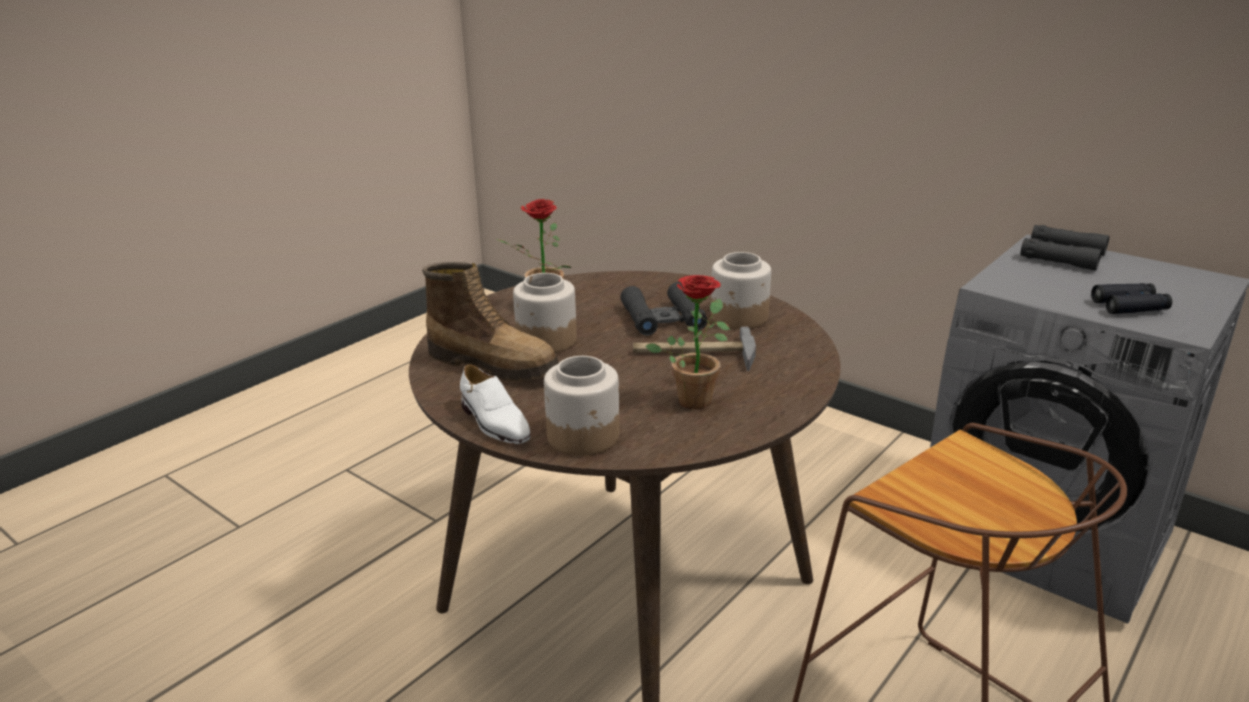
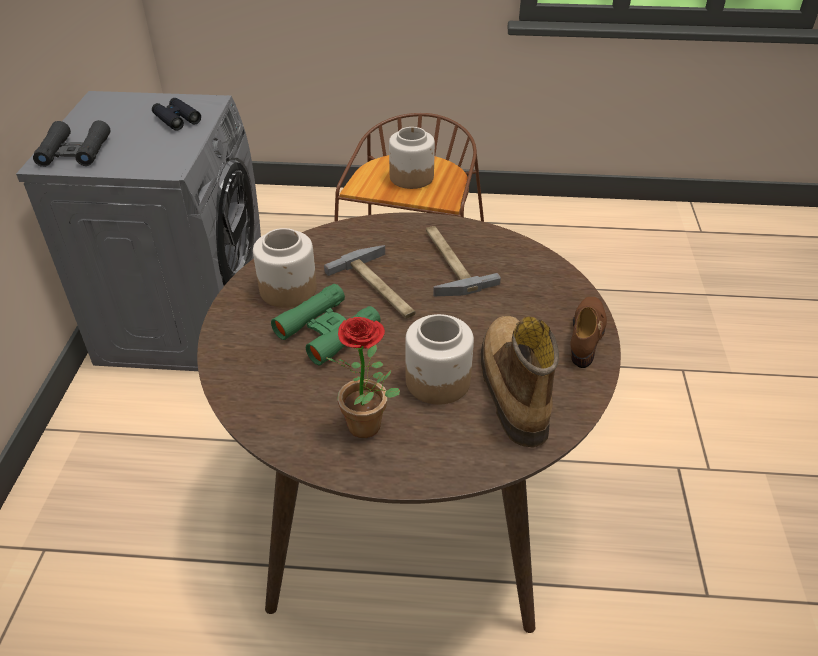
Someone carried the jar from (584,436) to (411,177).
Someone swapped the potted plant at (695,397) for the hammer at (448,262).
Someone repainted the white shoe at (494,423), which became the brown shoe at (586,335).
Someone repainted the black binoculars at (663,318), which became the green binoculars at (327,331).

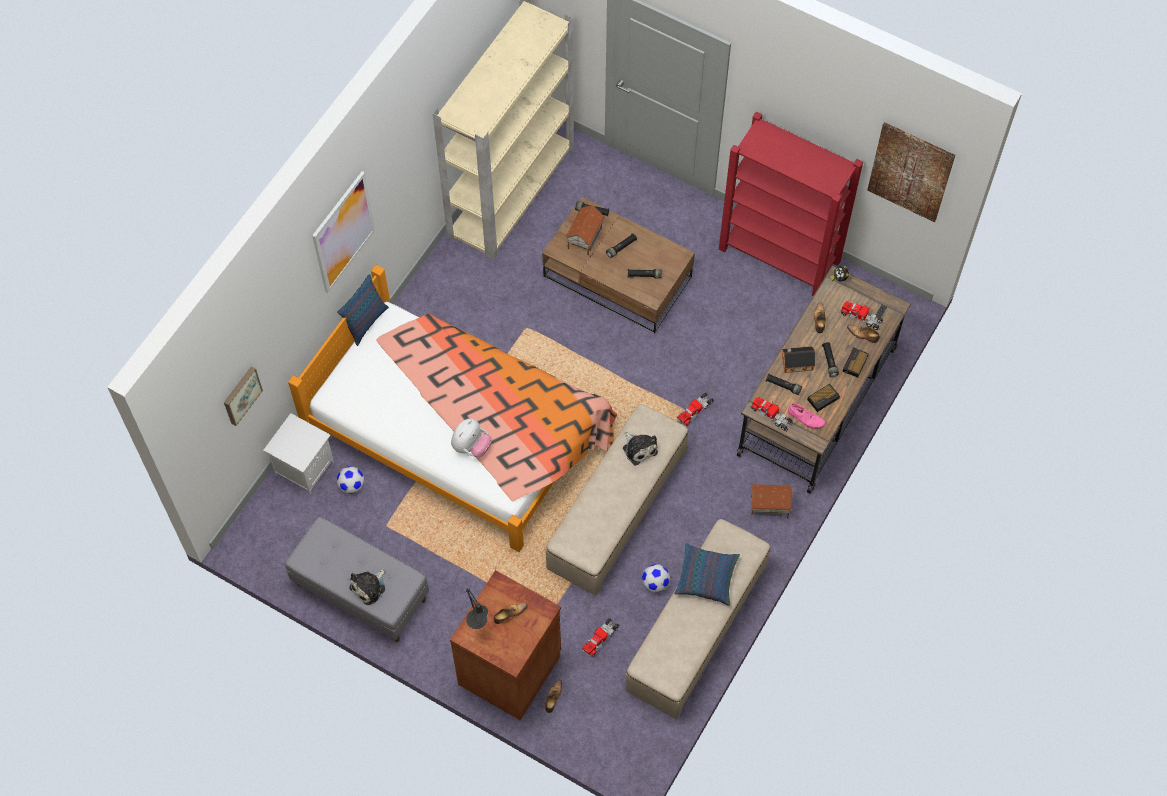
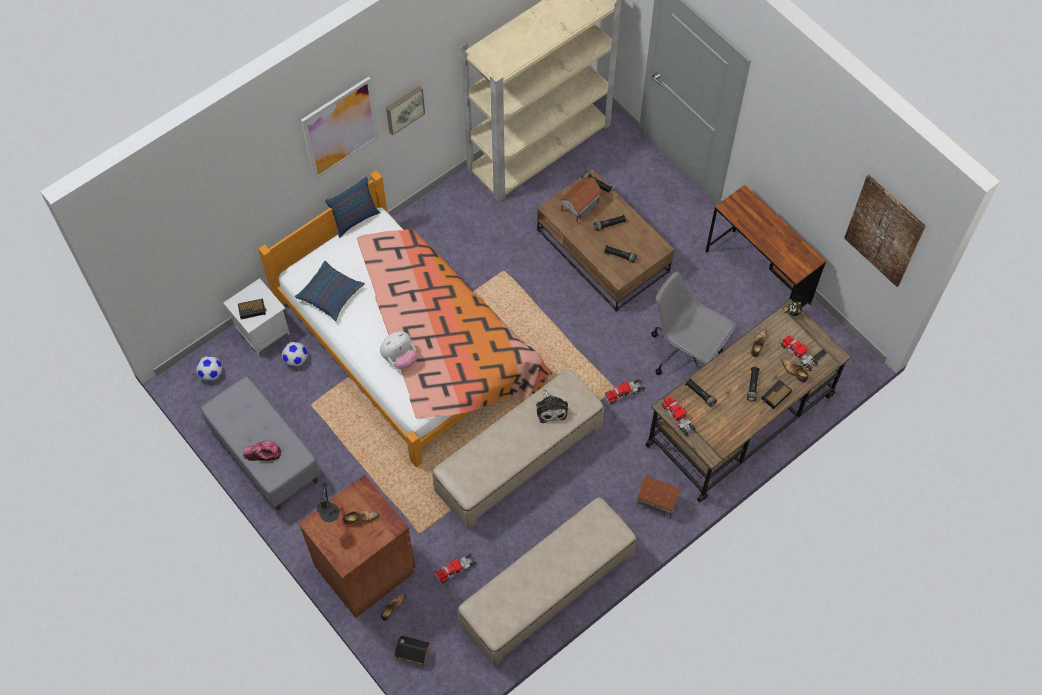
Someone took away the pink shoe at (806,418).
Someone put down the grey office chair at (686,353).
Someone carried the picture from (241,395) to (404,109).
Someone carried the football from (655,583) to (211,374).
Someone carried the blue pillow from (706,577) to (330,294).
Someone carried the toy house from (795,363) to (412,652).
Someone carried the alarm clock from (823,398) to (252,310).
Someone swapped the plush toy at (369,587) for the cap at (262,453).
Someone swapped the red bookcase at (779,255) for the brown desk at (758,277).

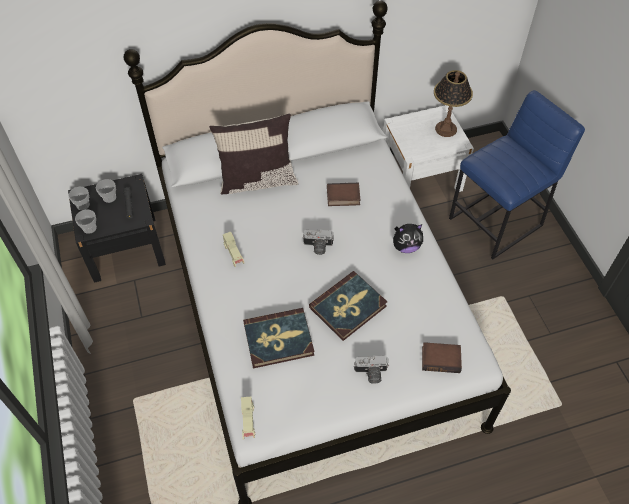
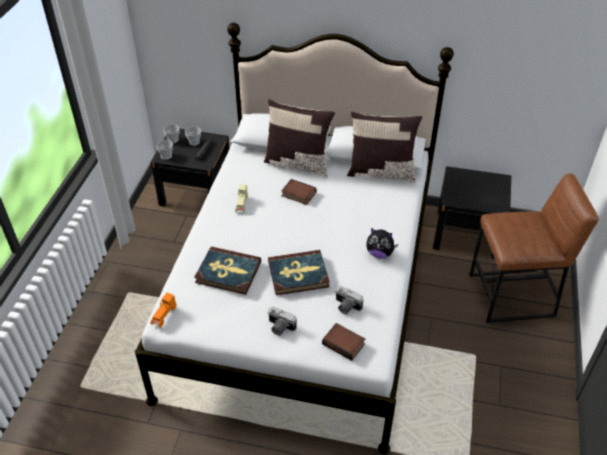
Someone took away the table lamp at (445,129).
Someone put down the pillow at (381,173).
Someone carried the photo camera from (317,247) to (346,306).
Someone carried the book from (342,197) to (298,194).
Someone repainted the beige toy car at (248,422), which became the orange toy car at (164,316).
Someone repainted the white nightstand at (420,176), which became the black nightstand at (466,233).
Someone repainted the blue chair at (496,221), which became the brown chair at (513,295).

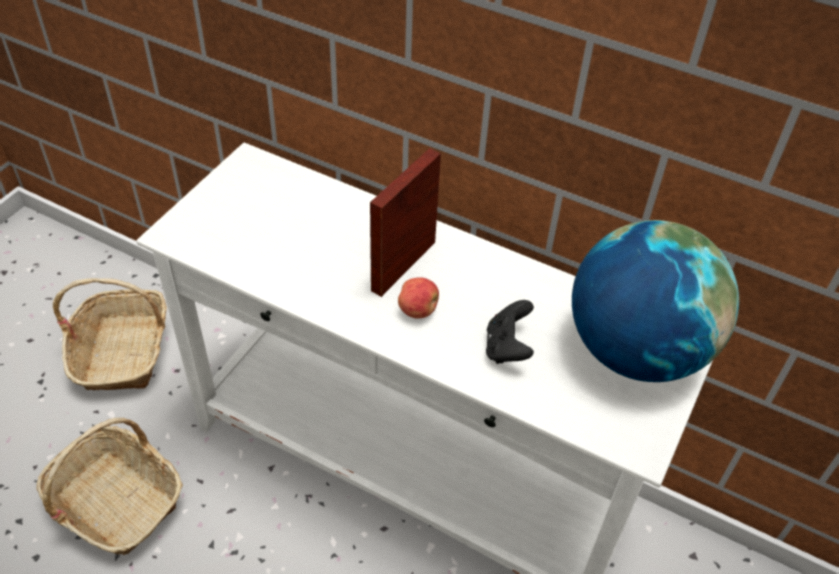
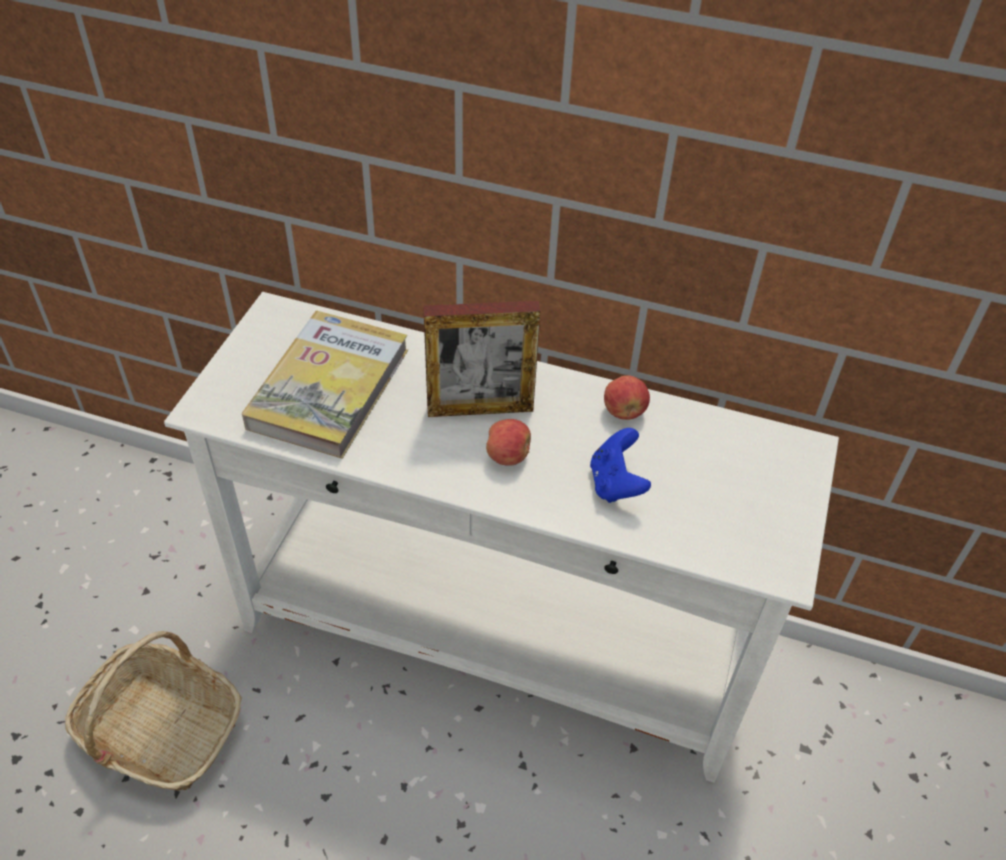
Someone took away the basket at (123,351).
Someone took away the globe at (635,350).
Someone put down the book at (329,388).
Someone put down the apple at (624,411).
Someone repainted the black game controller at (507,347), which became the blue game controller at (615,483).
Someone rotated the picture frame at (403,266) by 120 degrees counterclockwise.

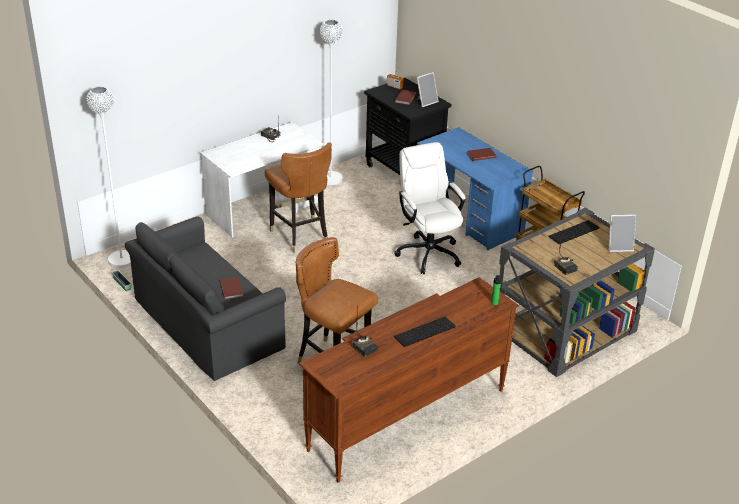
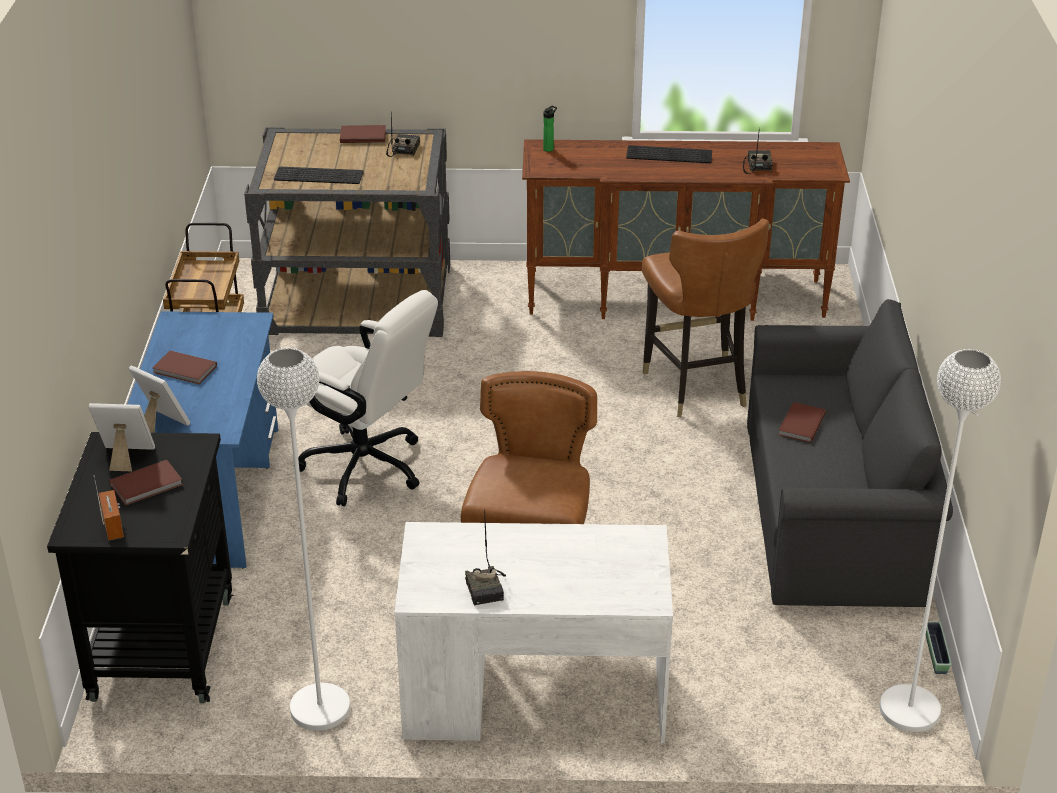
Someone put down the brown book at (362,136).
Someone carried the picture frame from (619,246) to (160,424).
Someone rotated the white office chair at (427,253) by 75 degrees counterclockwise.

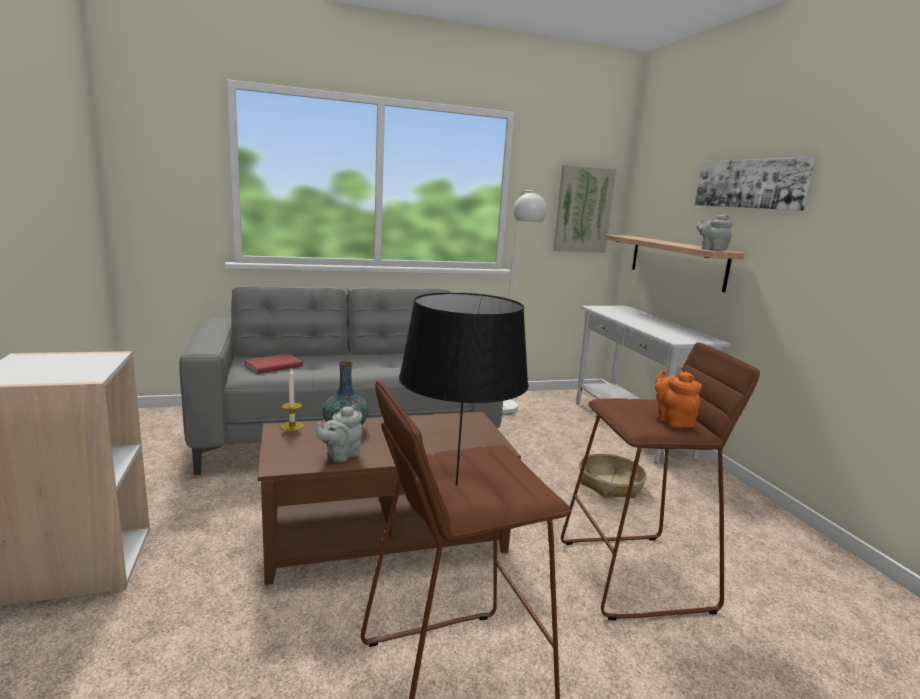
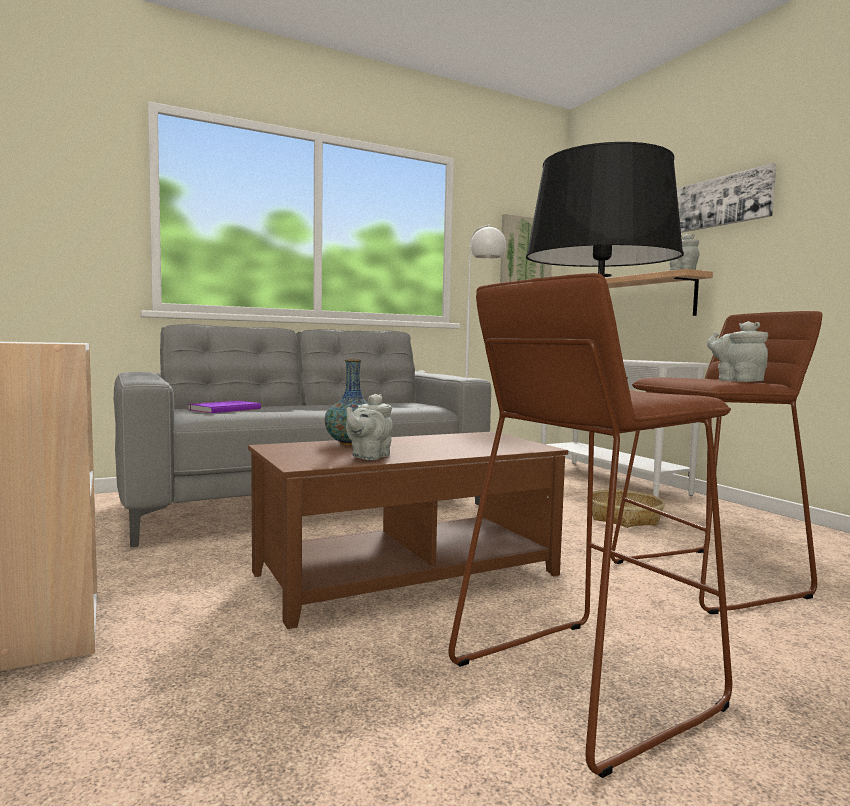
Someone took away the candle at (292,426).
Someone repainted the red book at (272,365), which became the purple book at (223,409).
Someone repainted the orange teapot at (672,420), which became the grey teapot at (736,380).

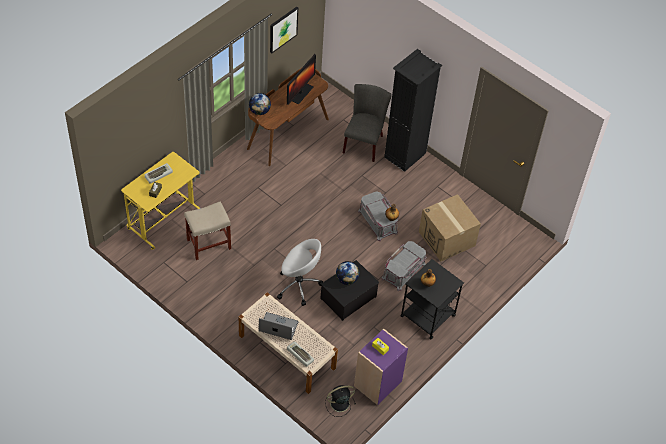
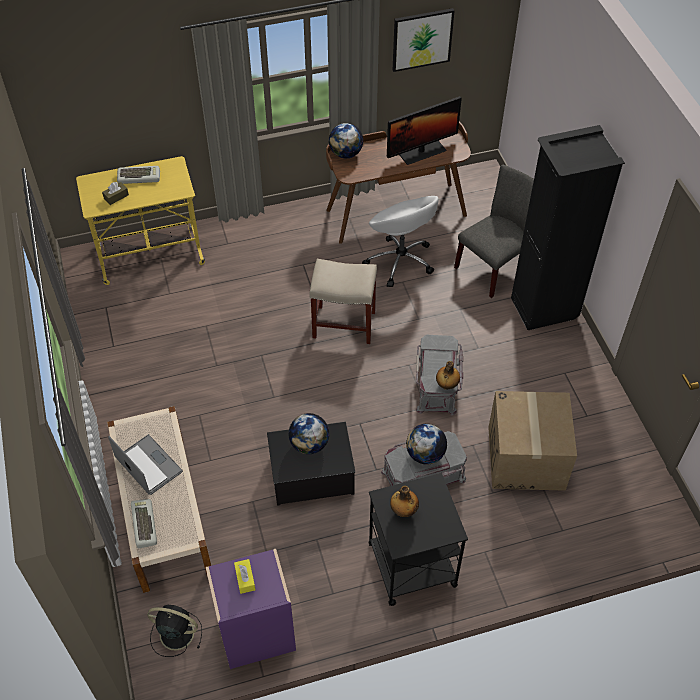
Someone put down the globe at (425,454).
Someone carried the beige stool from (208,244) to (343,324).
Someone carried the white office chair from (299,286) to (401,262).

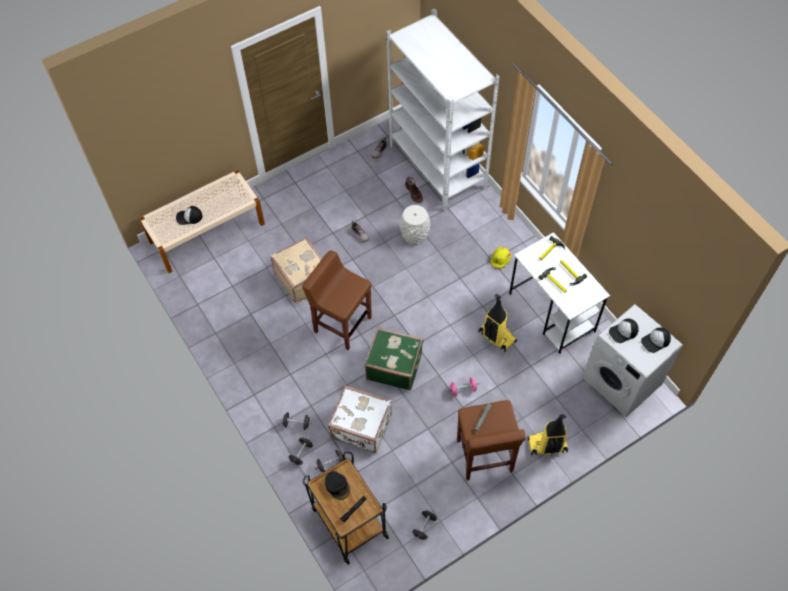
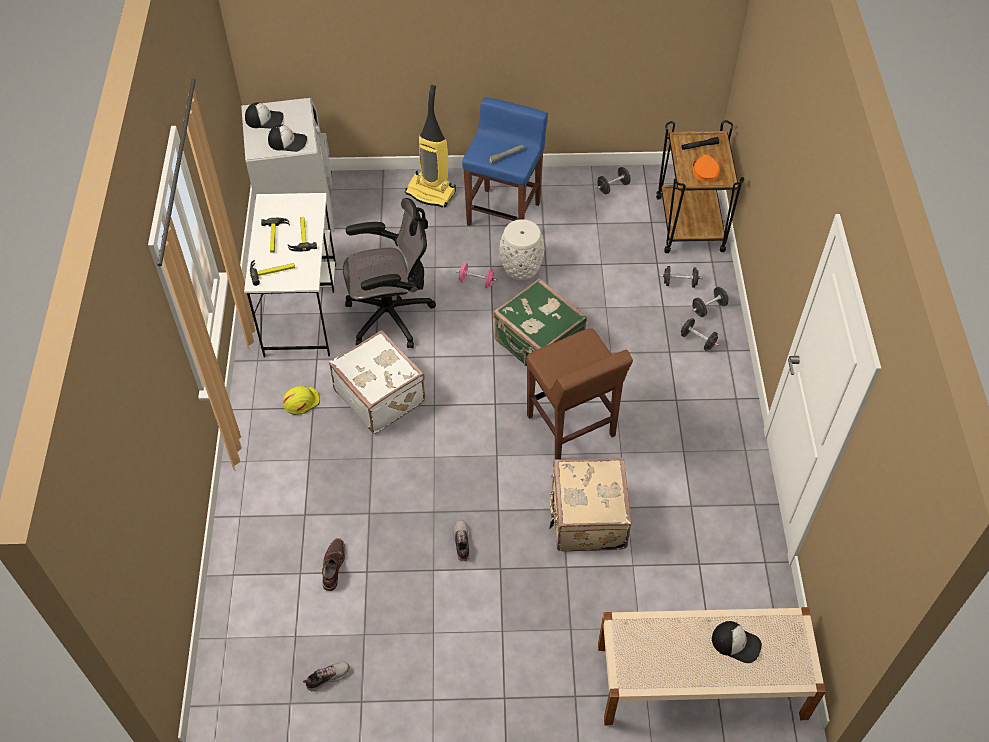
Someone took away the white bookcase at (437,166).
Someone carried the white suitcase from (361,428) to (381,395).
Someone carried the white stool from (415,235) to (521,268).
Someone swapped the vacuum cleaner at (496,337) for the office chair at (390,316).
Someone repainted the black cap at (337,486), which became the orange cap at (705,171).
Someone repainted the brown stool at (484,456), which became the blue stool at (504,213).

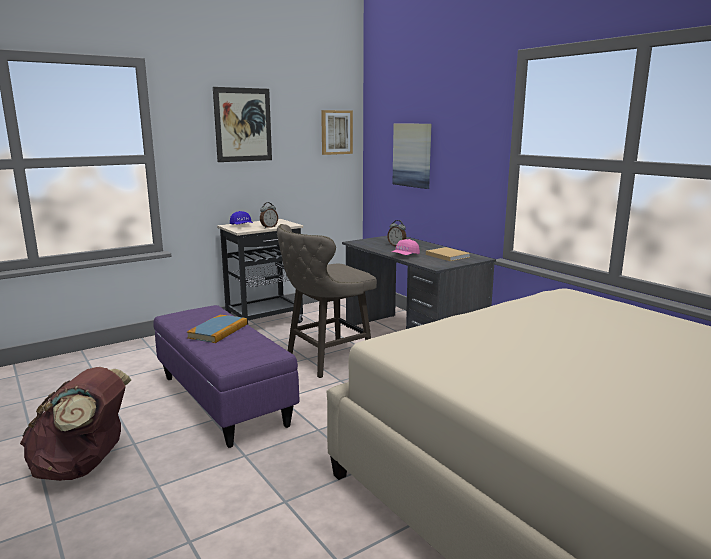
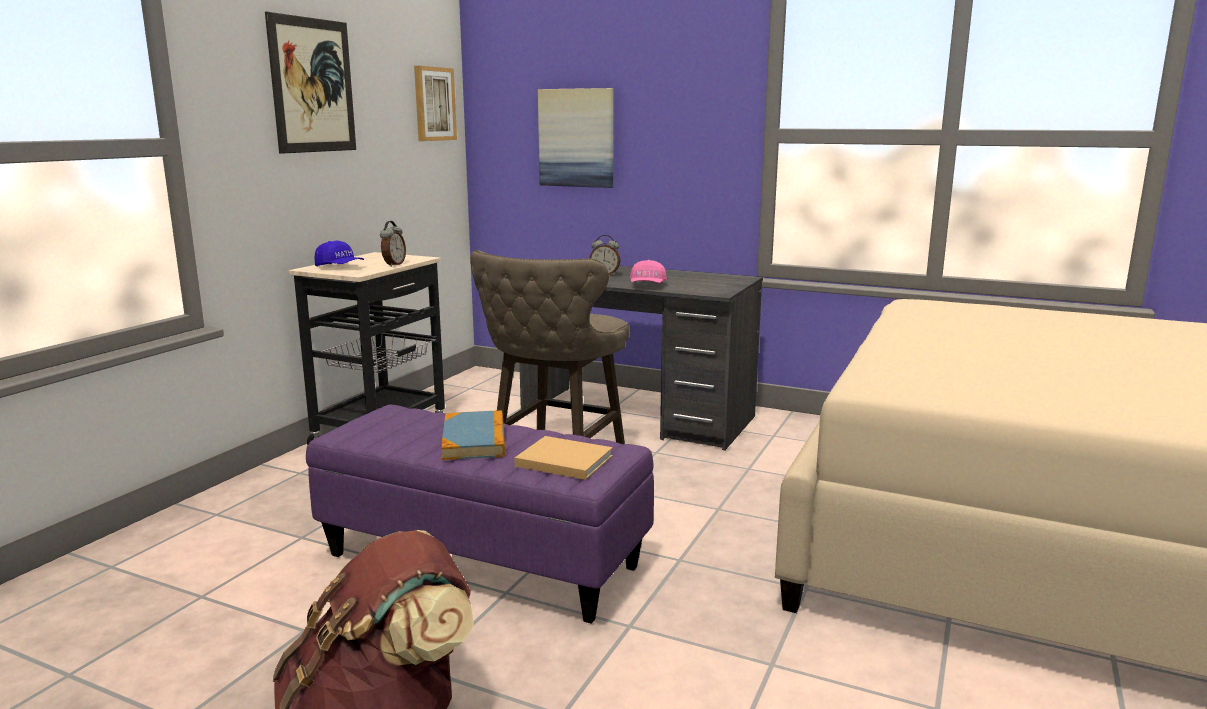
Someone carried the beige book from (446,255) to (561,460).

